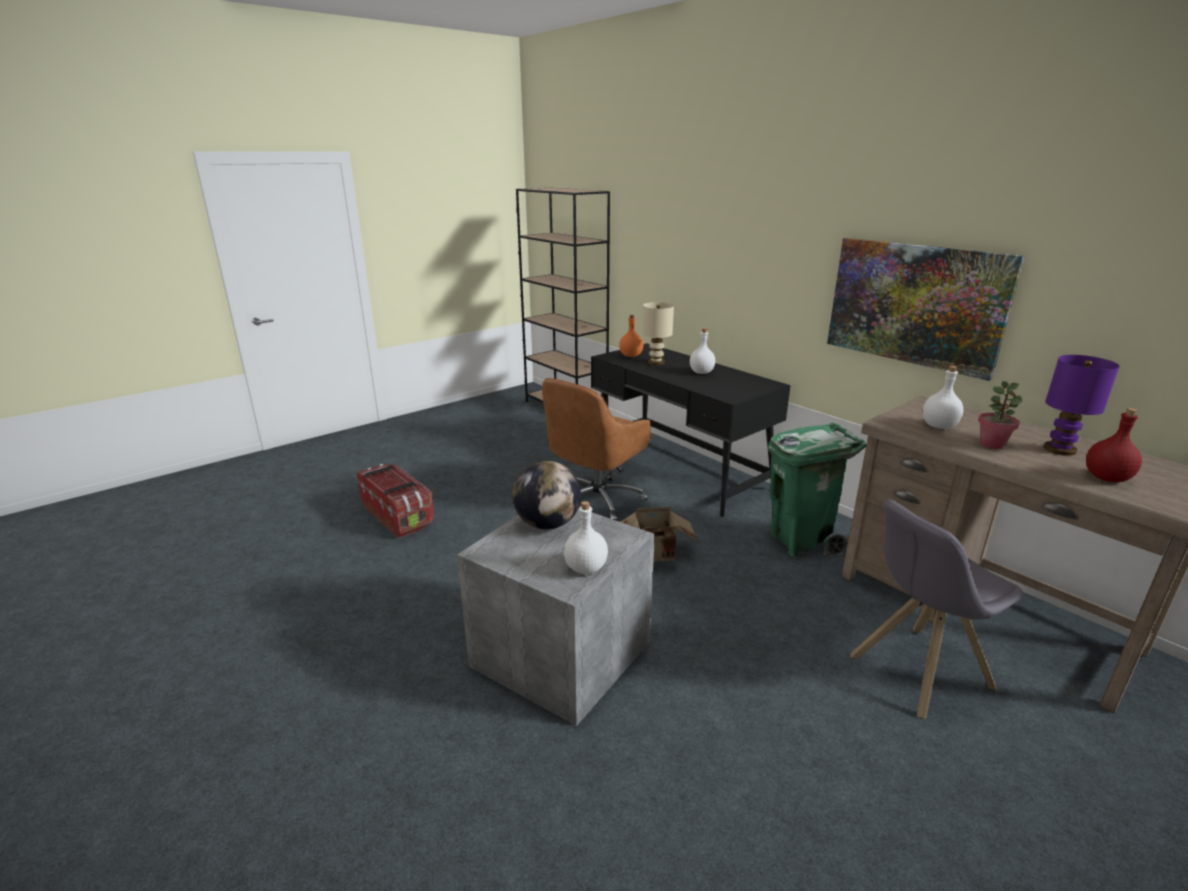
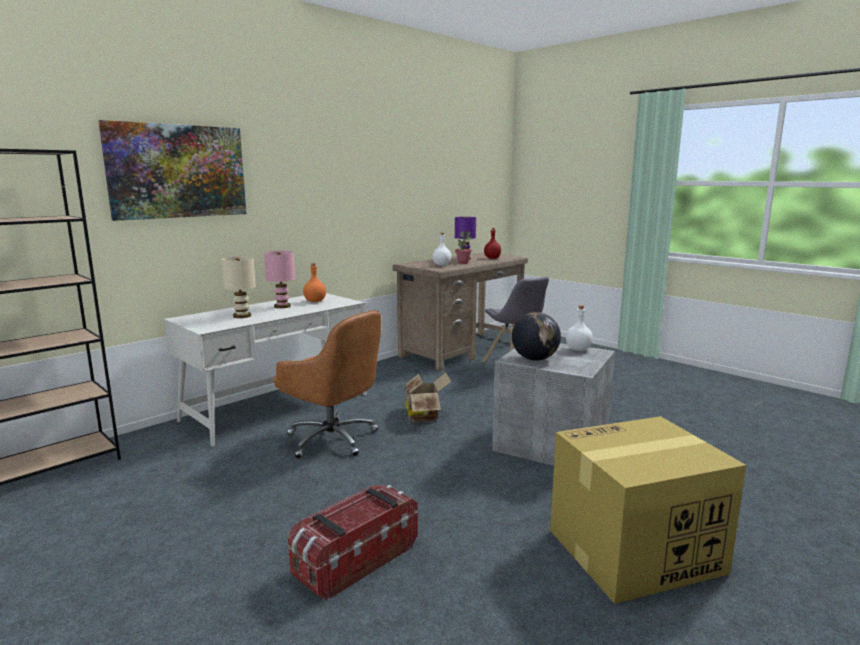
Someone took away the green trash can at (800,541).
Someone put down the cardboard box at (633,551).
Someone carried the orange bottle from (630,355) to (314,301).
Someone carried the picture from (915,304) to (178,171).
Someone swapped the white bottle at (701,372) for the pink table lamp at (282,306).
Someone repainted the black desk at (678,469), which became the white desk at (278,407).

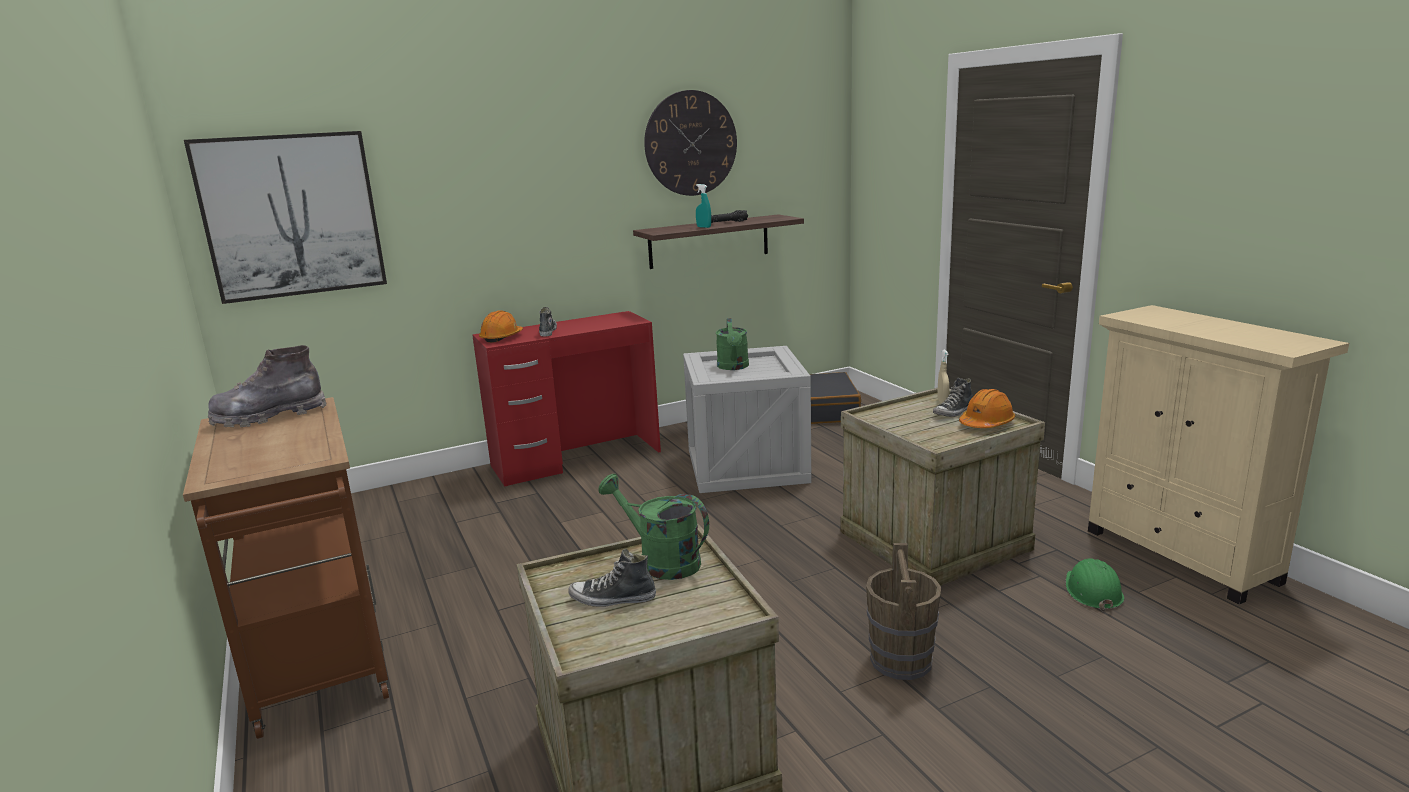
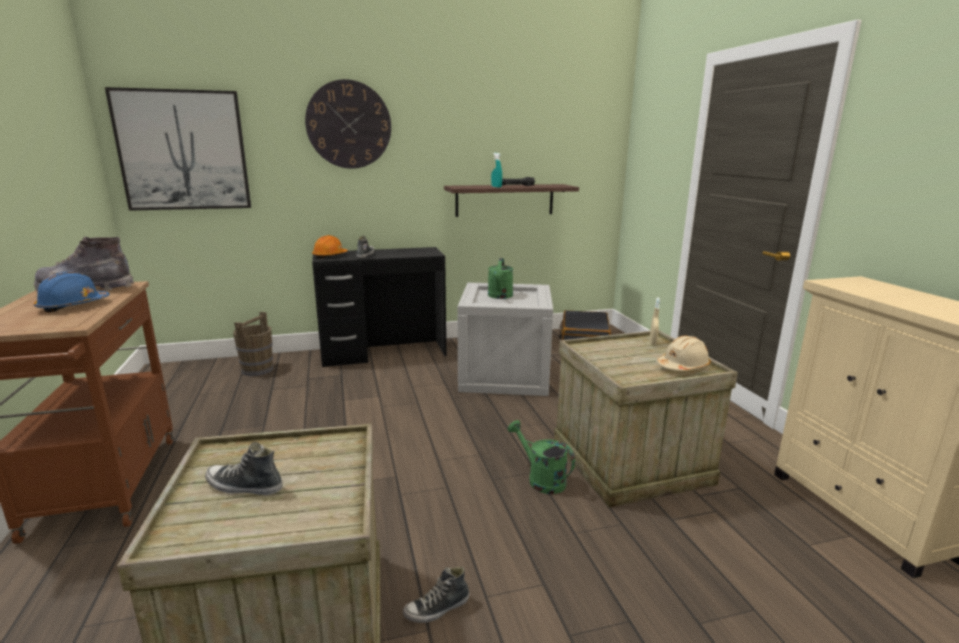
Someone took away the green hard hat at (1092,591).
Someone put down the blue hard hat at (73,306).
Someone carried the green watering can from (660,561) to (541,479).
Someone carried the wall clock from (691,143) to (349,125).
Someone carried the brown bucket from (901,660) to (258,369).
Someone carried the shoe from (954,412) to (437,608).
Someone repainted the red desk at (576,458), which became the black desk at (383,353).
Someone repainted the orange hard hat at (986,423), which became the beige hard hat at (683,366).

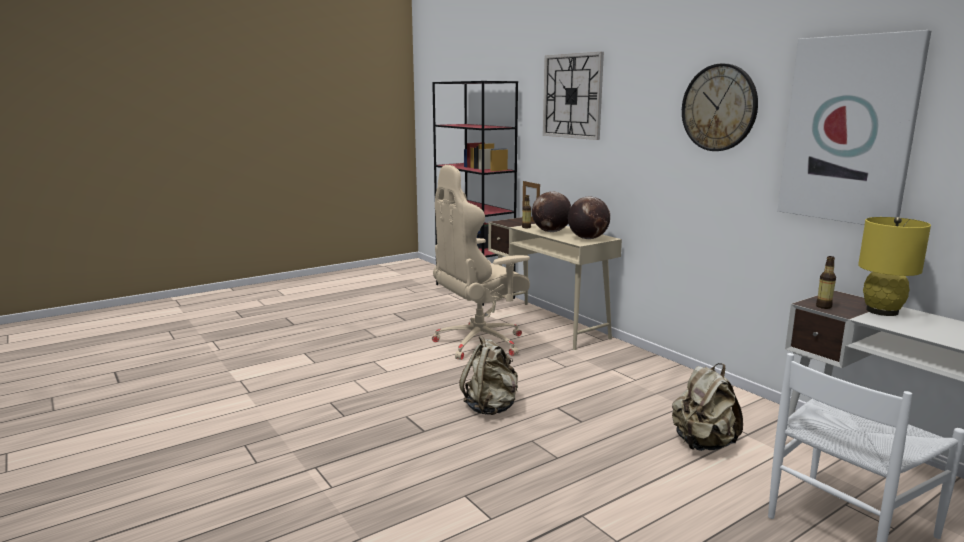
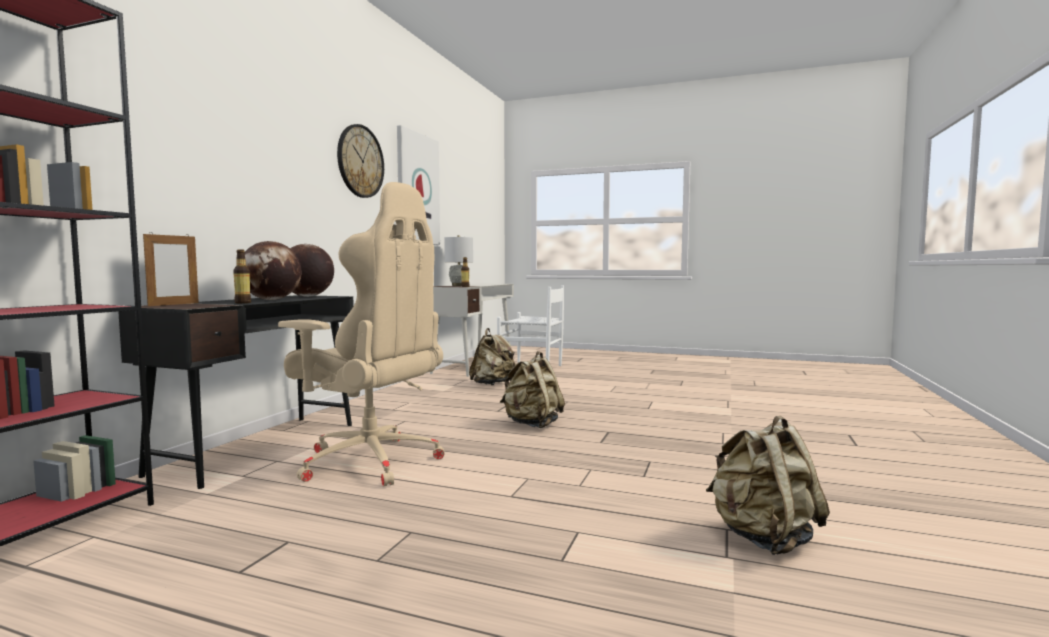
Someone took away the wall clock at (572,96).
Someone put down the beige backpack at (763,538).
Someone repainted the beige desk at (548,325), which became the black desk at (261,447).
Someone repainted the yellow table lamp at (882,311), which became the white table lamp at (459,285).

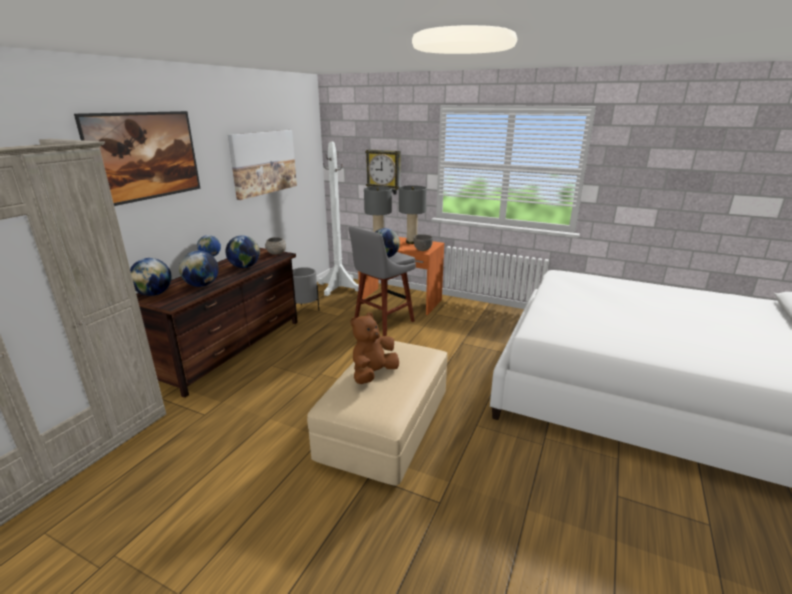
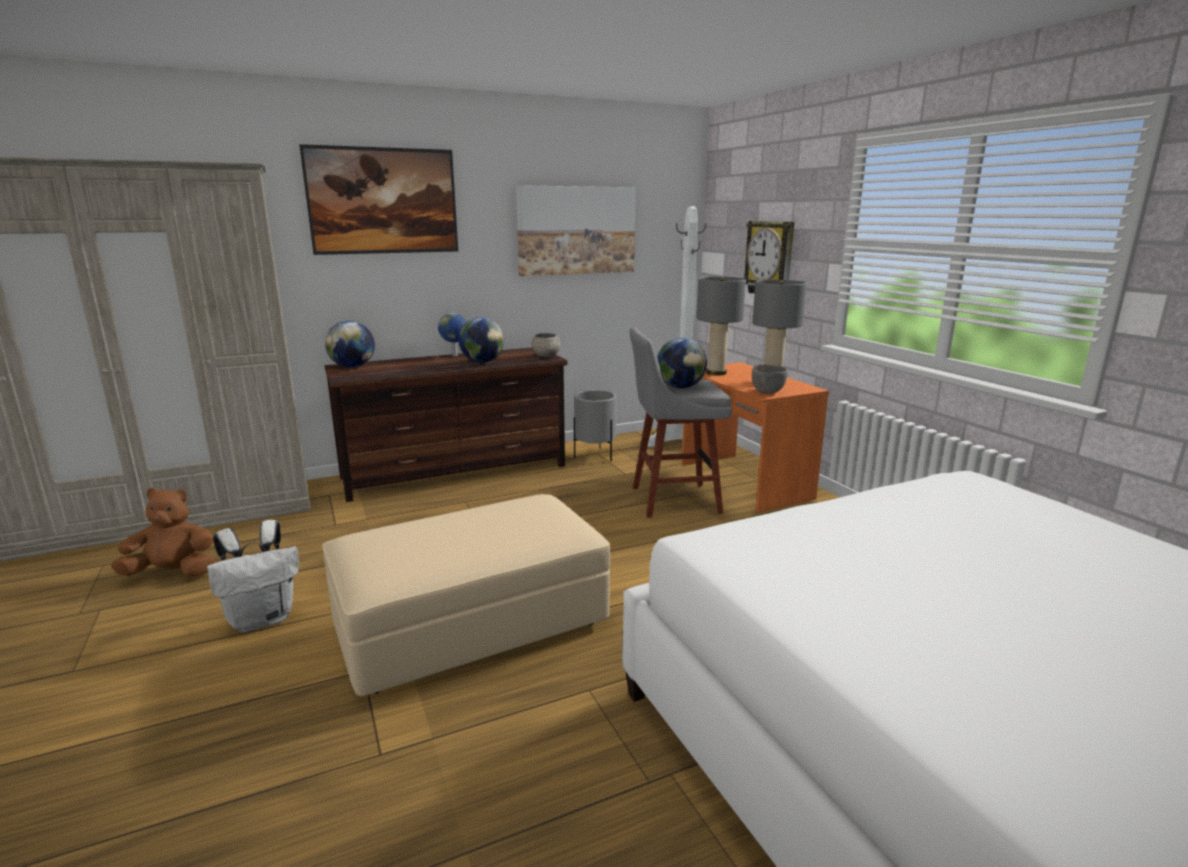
Someone took away the globe at (202,285).
Someone put down the white backpack at (263,619).
Someone carried the brown plush toy from (373,374) to (174,573).

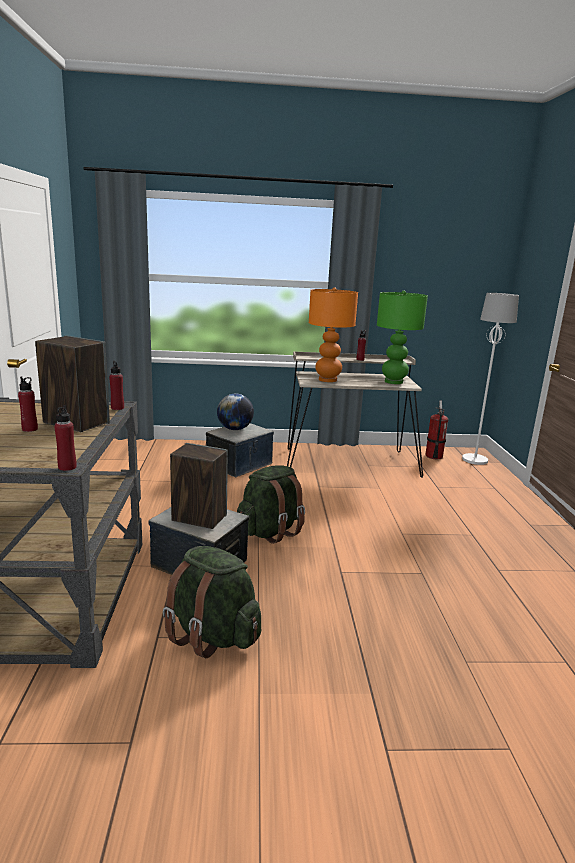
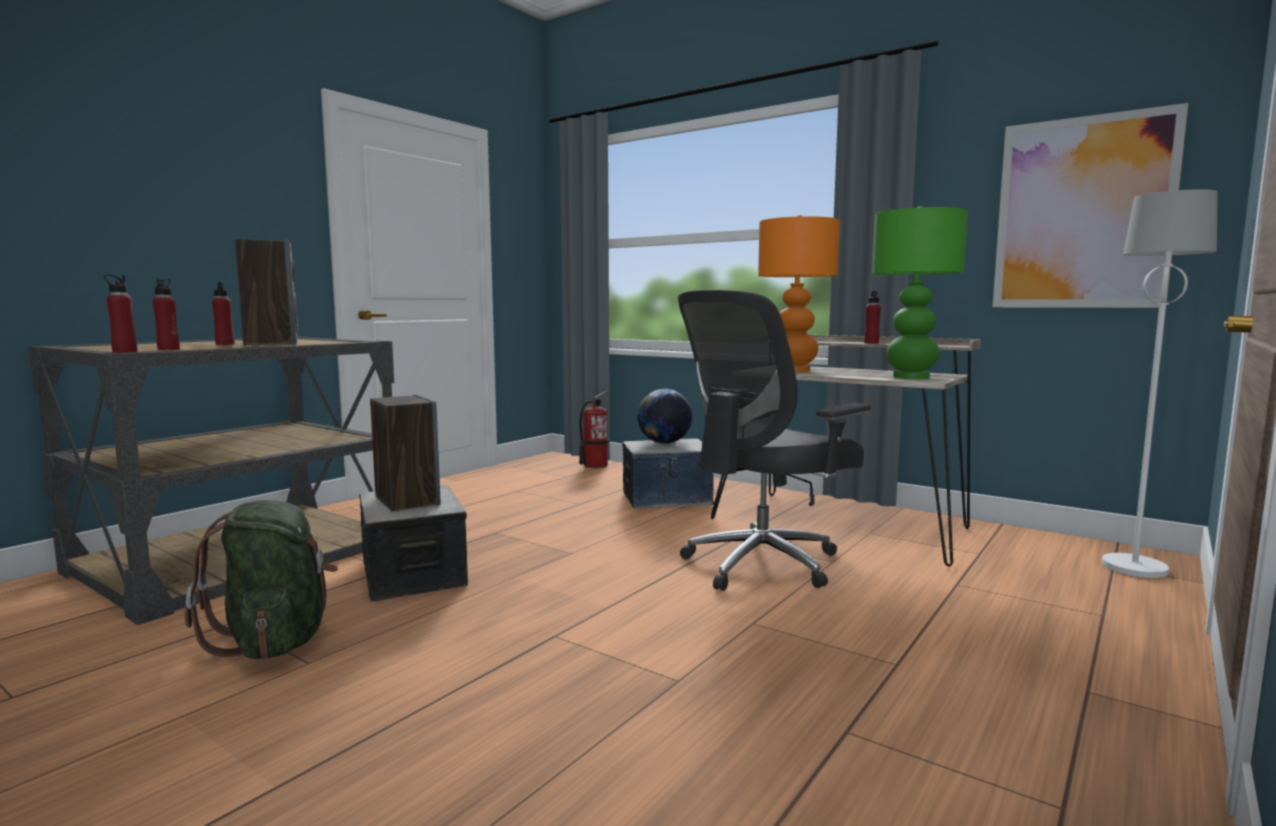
Someone took away the green backpack at (270,531).
Someone put down the office chair at (762,563).
Someone put up the picture at (1083,213).
Someone carried the red bottle from (117,408) to (169,349).
Someone carried the fire extinguisher from (433,456) to (595,465).

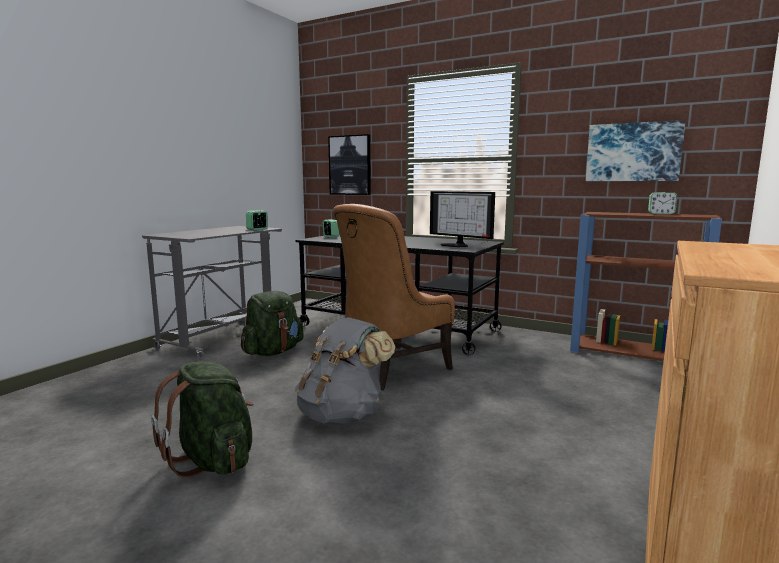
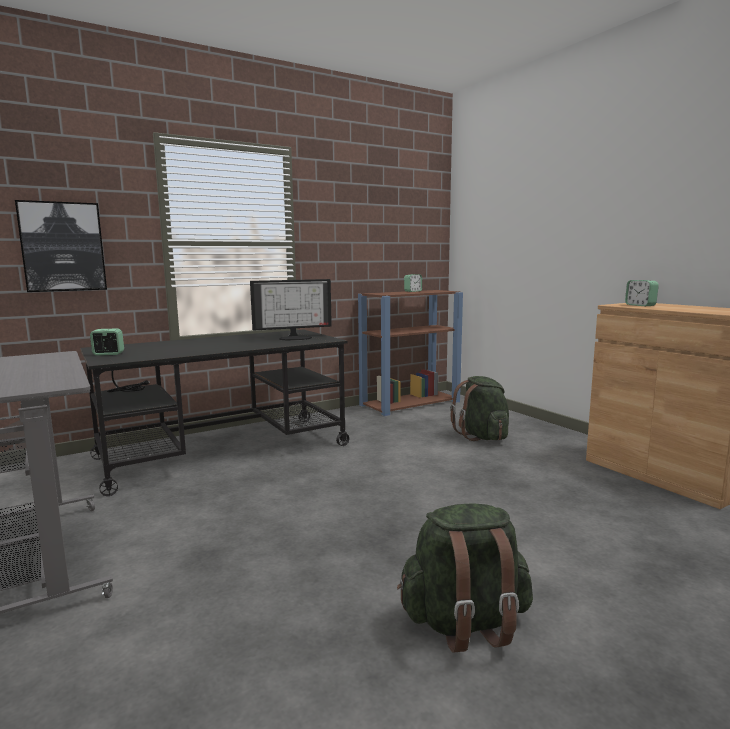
Someone took away the grey backpack at (343,415).
Someone took away the brown chair at (390,367).
Someone took away the picture at (633,152).
Someone carried the green backpack from (273,352) to (482,436).
Someone carried the alarm clock from (257,229) to (640,305).

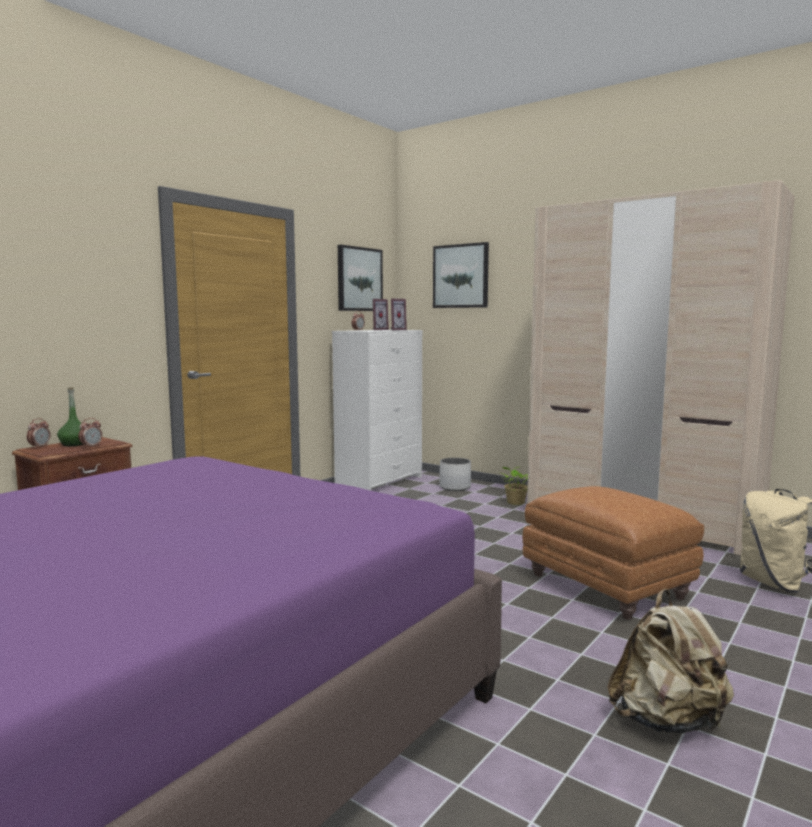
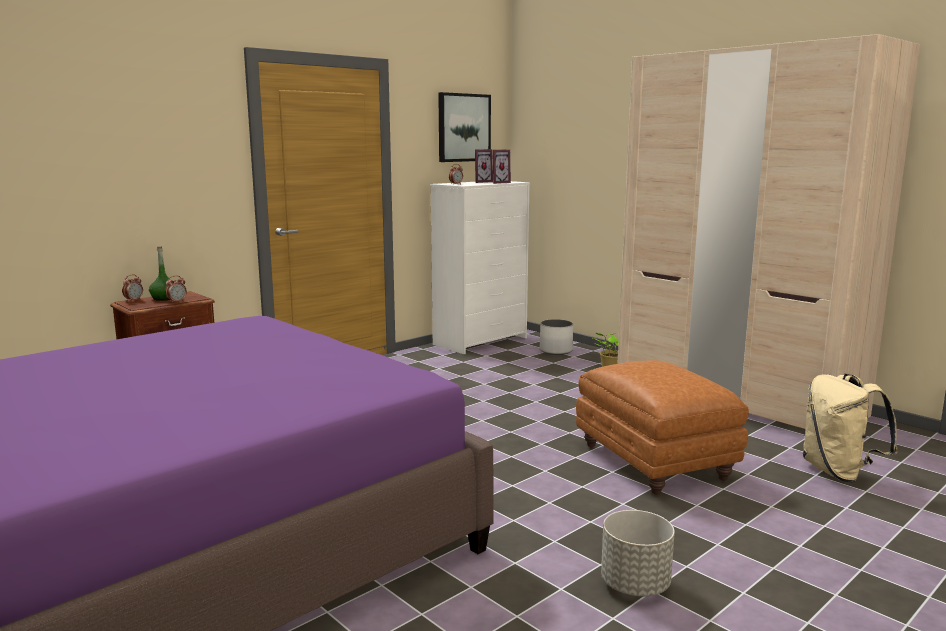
Someone took away the picture at (461,276).
Someone swapped the beige backpack at (667,721) for the grey planter at (635,585).

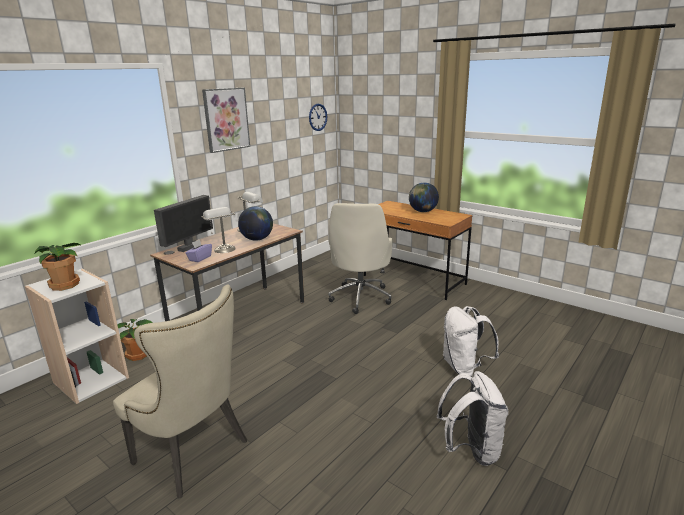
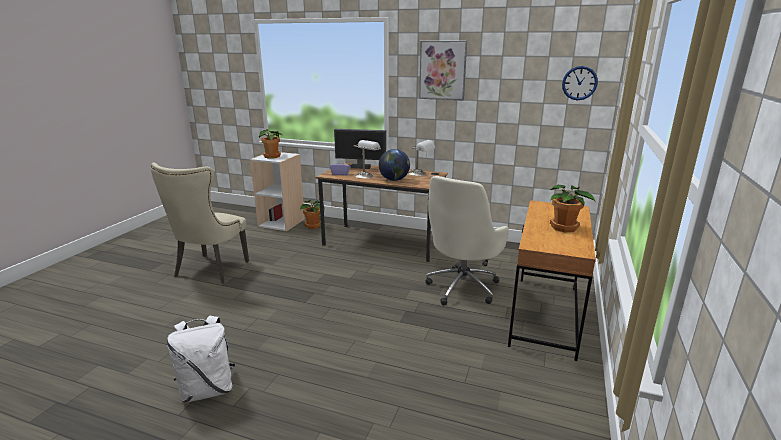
Someone took away the white backpack at (465,368).
Someone swapped the globe at (422,211) for the potted plant at (565,228).
Someone rotated the beige office chair at (360,298) by 45 degrees counterclockwise.

